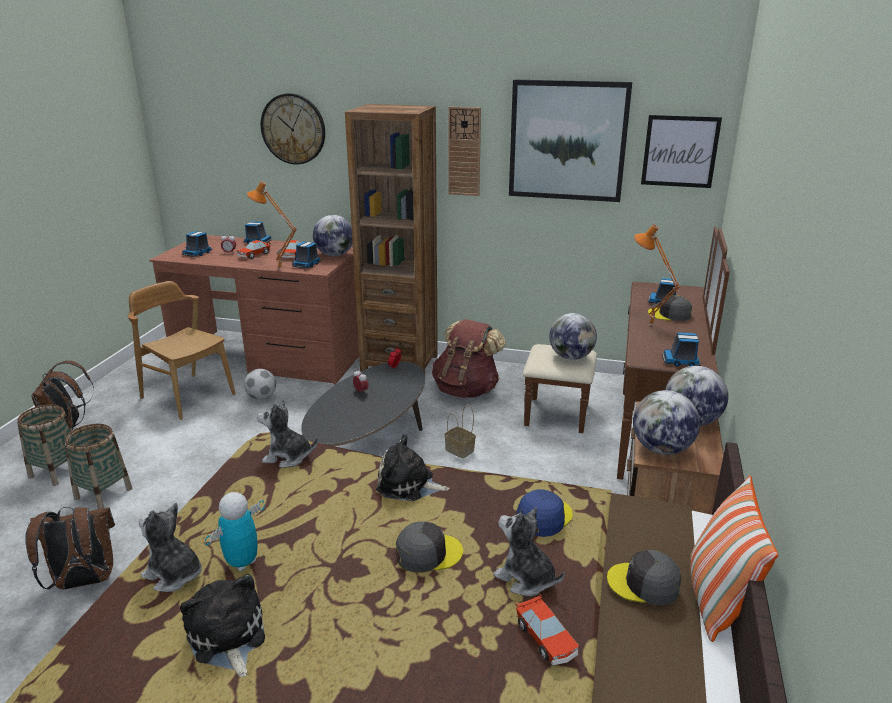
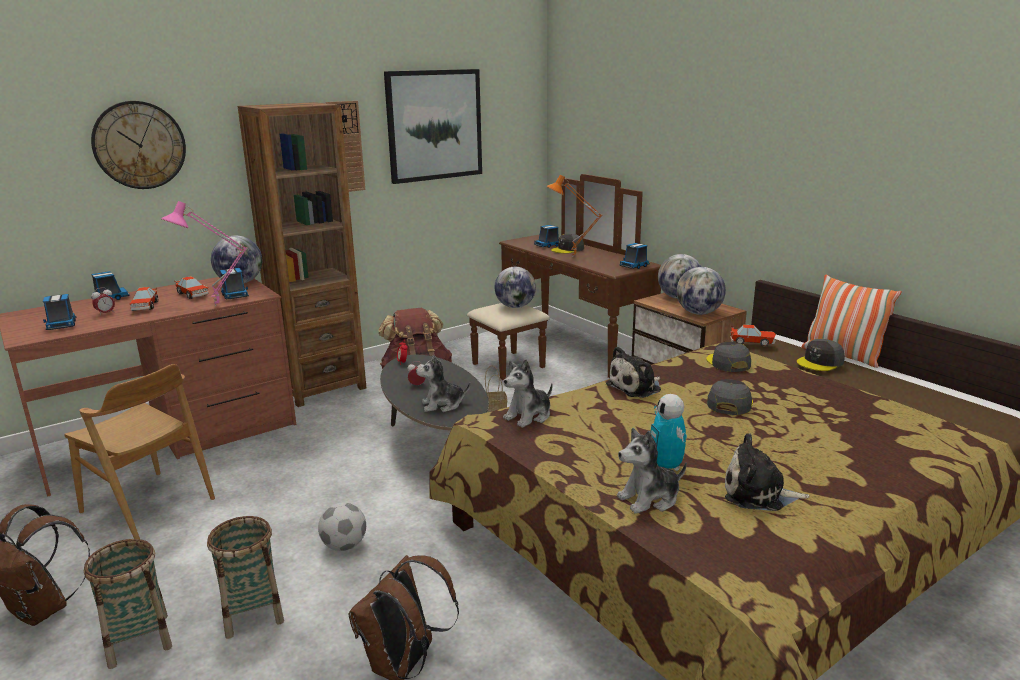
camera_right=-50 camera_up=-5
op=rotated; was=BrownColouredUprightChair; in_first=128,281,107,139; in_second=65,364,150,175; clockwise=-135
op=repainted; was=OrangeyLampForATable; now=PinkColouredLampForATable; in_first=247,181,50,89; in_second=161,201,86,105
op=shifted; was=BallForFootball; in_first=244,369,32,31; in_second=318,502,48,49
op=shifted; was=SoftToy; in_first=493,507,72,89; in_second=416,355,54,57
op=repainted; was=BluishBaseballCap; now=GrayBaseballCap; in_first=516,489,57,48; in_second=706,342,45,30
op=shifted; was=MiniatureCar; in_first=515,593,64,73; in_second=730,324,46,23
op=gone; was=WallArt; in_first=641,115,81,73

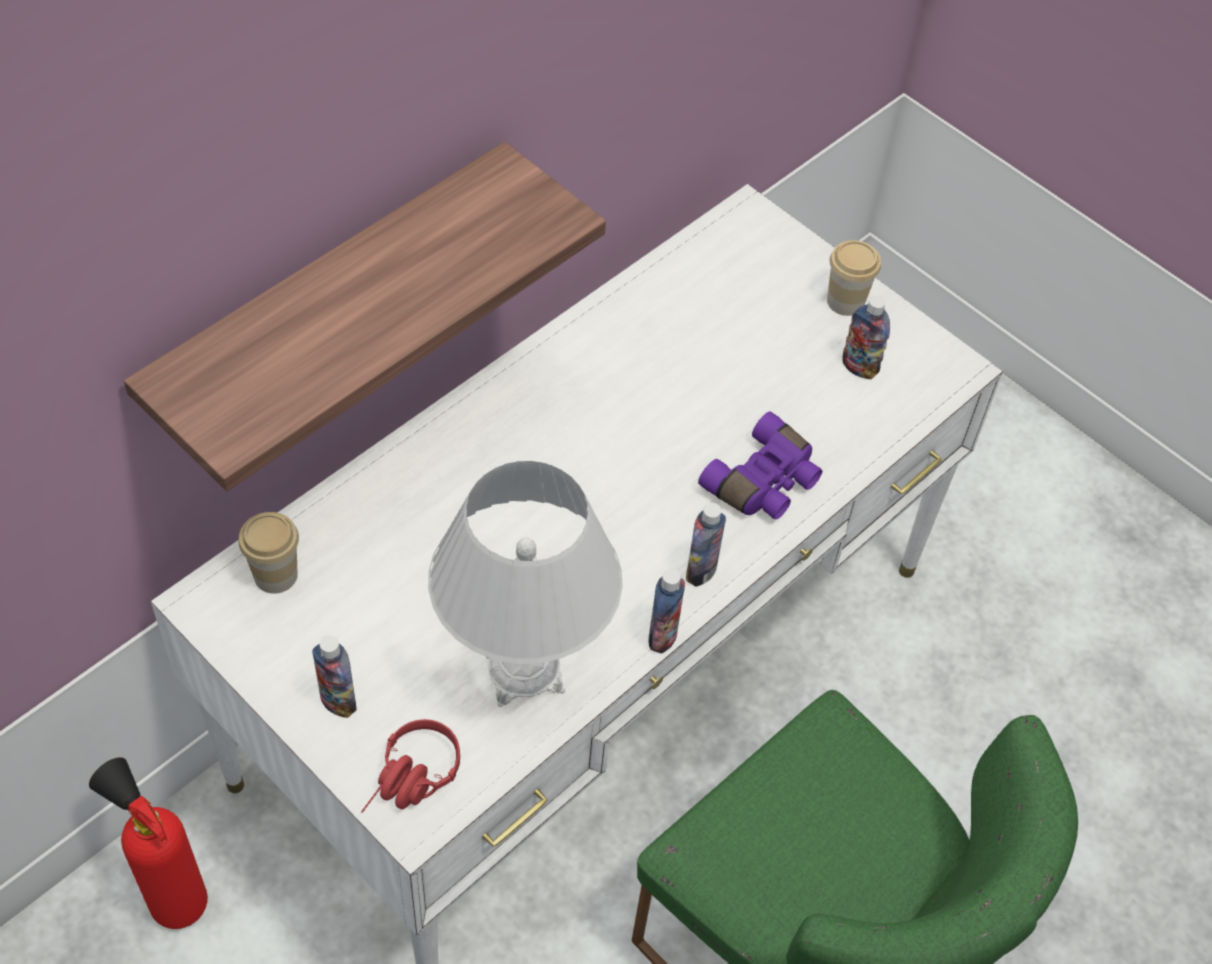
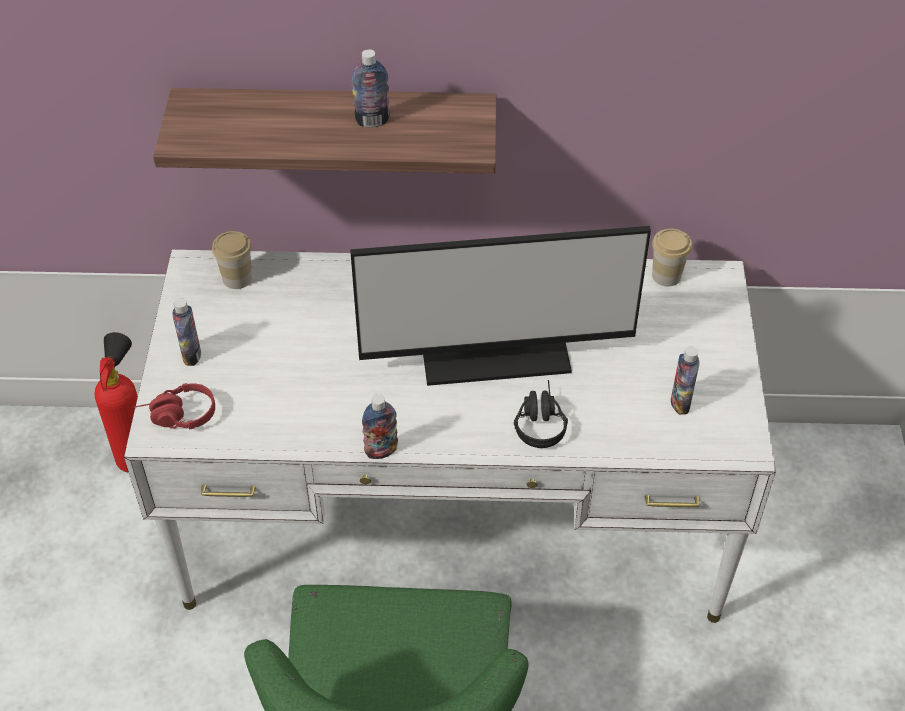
camera_right=50 camera_up=-5
op=new; now=ComputerScreen; in_second=350,226,301,160
op=shifted; was=BeverageBottle; in_first=686,503,40,84; in_second=352,49,38,78
op=swapped; was=PurplePairOfBinoculars; now=BlackishHeadphones; in_first=698,411,124,109; in_second=514,380,54,68
op=shifted; was=SmallCup; in_first=827,240,54,76; in_second=652,228,40,59
op=gone; was=WhiteColouredLampForATable; in_first=428,461,195,246

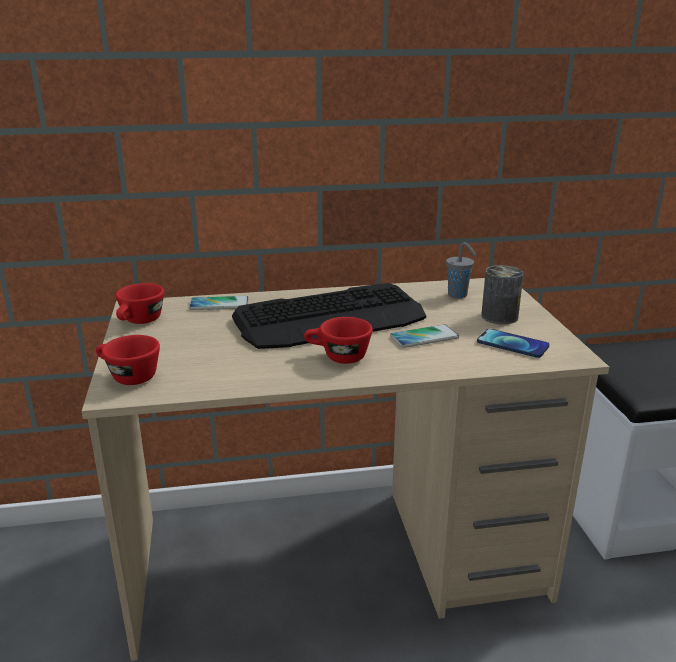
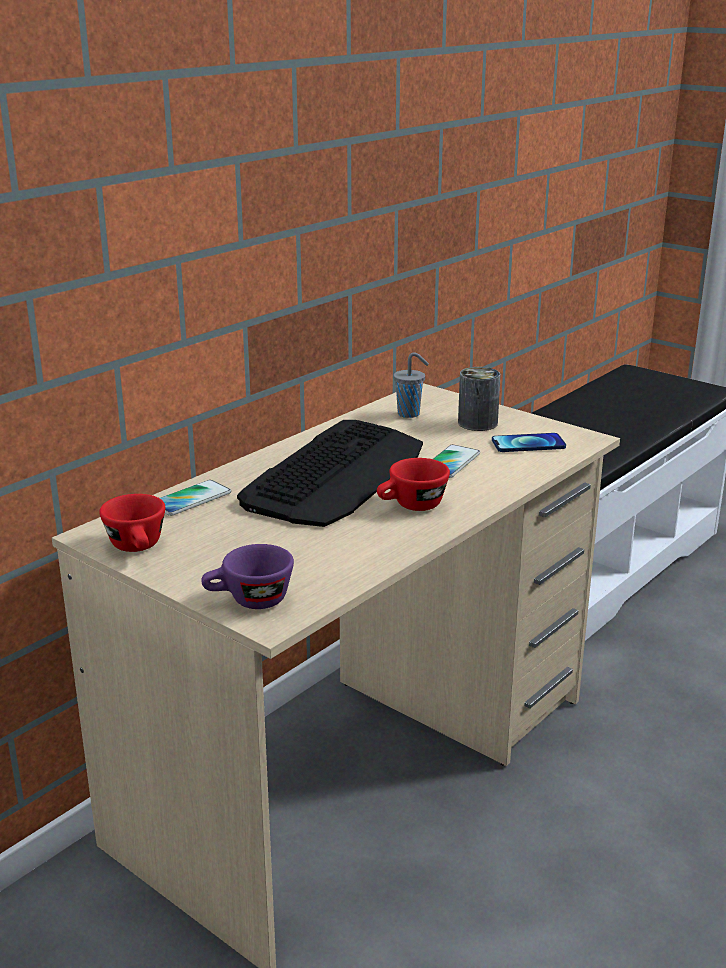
camera_right=-40 camera_up=0
op=repainted; was=RedSmallCup; now=PurpleSmallCup; in_first=96,335,64,50; in_second=201,544,93,65

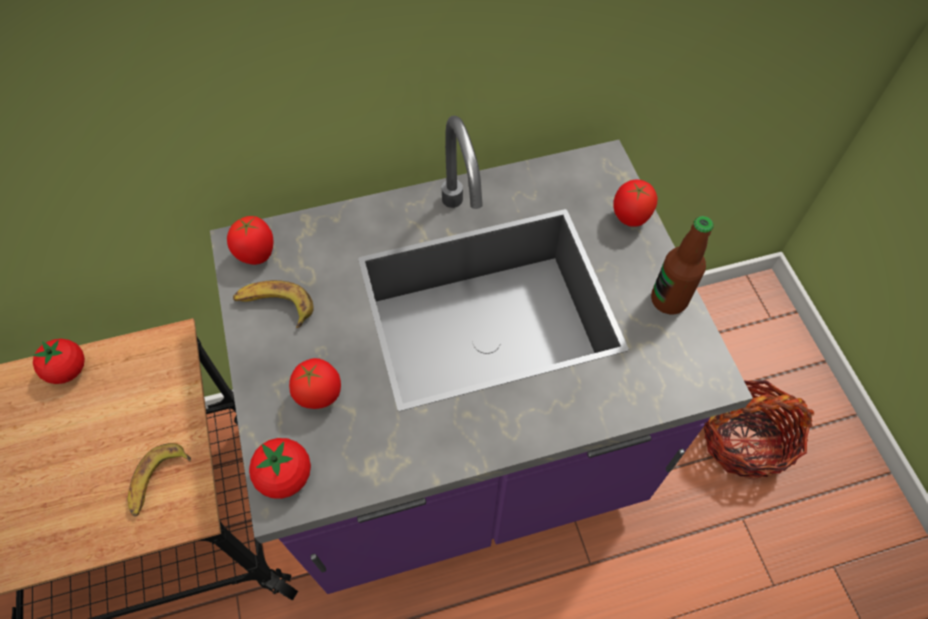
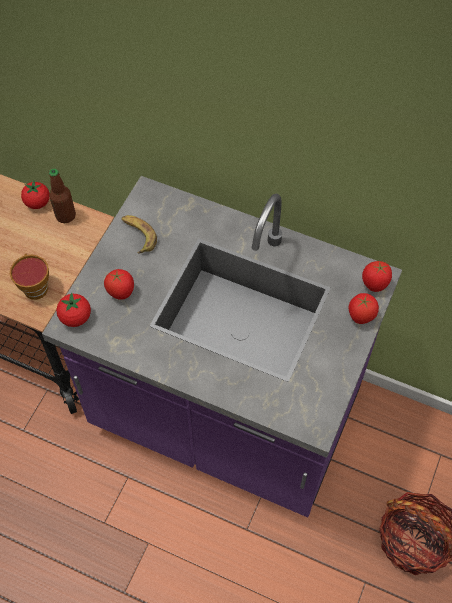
camera_right=40 camera_up=0
op=swapped; was=Banana; now=SmallCup; in_first=128,443,63,73; in_second=10,254,39,46
op=shifted; was=BeverageBottle; in_first=651,216,63,99; in_second=49,168,27,55
op=shifted; was=WholeTomato; in_first=227,216,46,49; in_second=362,261,30,31

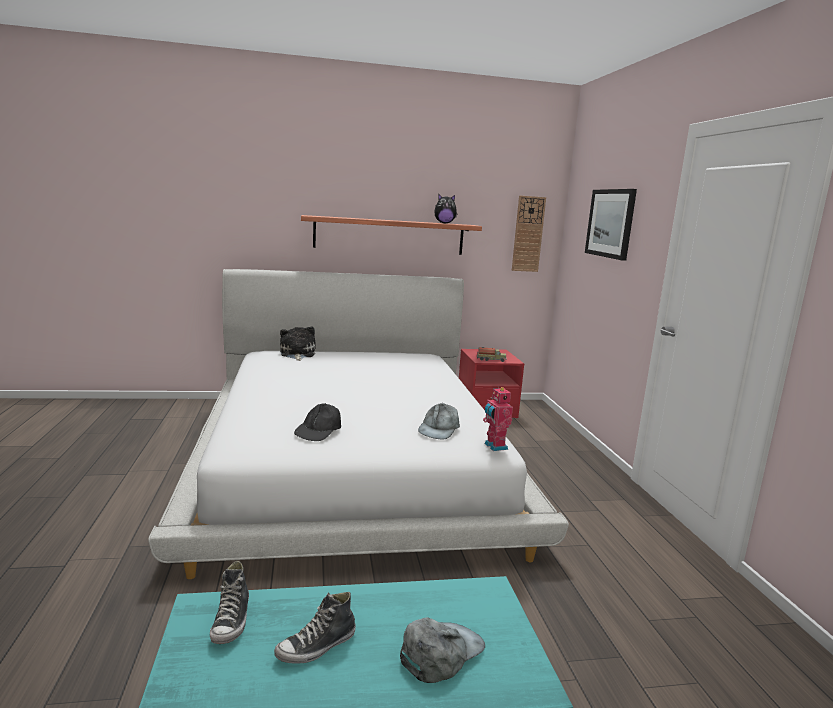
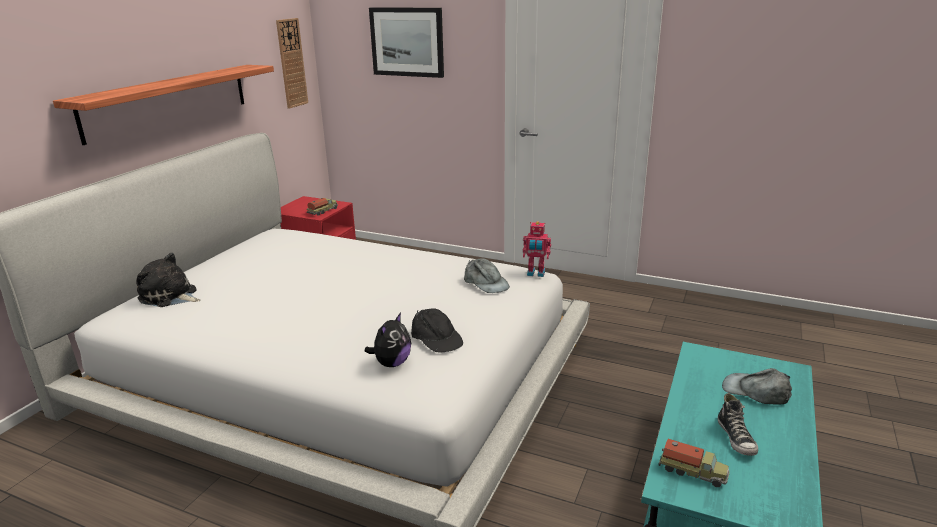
camera_right=-55 camera_up=10
op=shifted; was=SoftToy; in_first=434,194,24,29; in_second=365,313,46,54
op=swapped; was=Shoe; now=ToyLorry; in_first=210,561,39,83; in_second=658,439,72,48
op=rotated; was=GrayBaseballCap; in_first=400,617,85,66; in_second=722,368,70,37; clockwise=-45

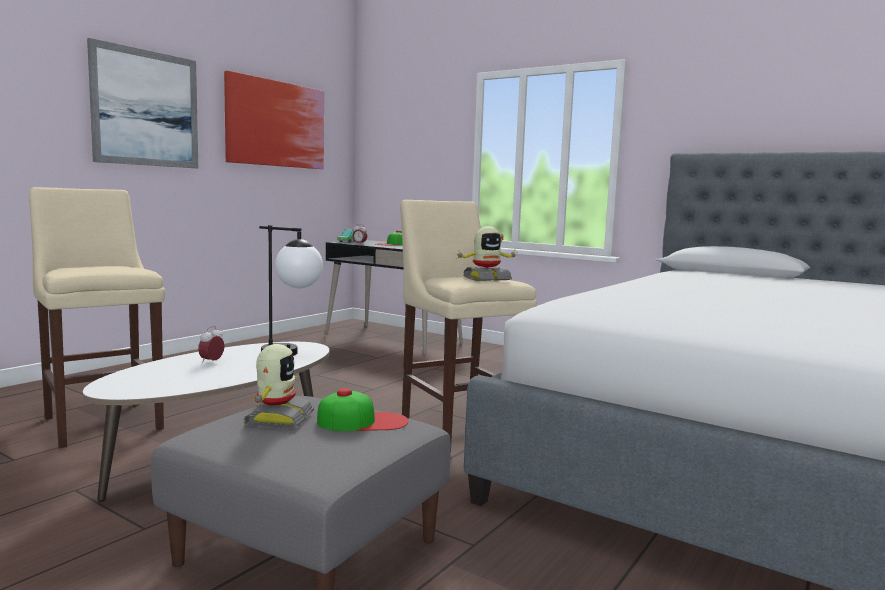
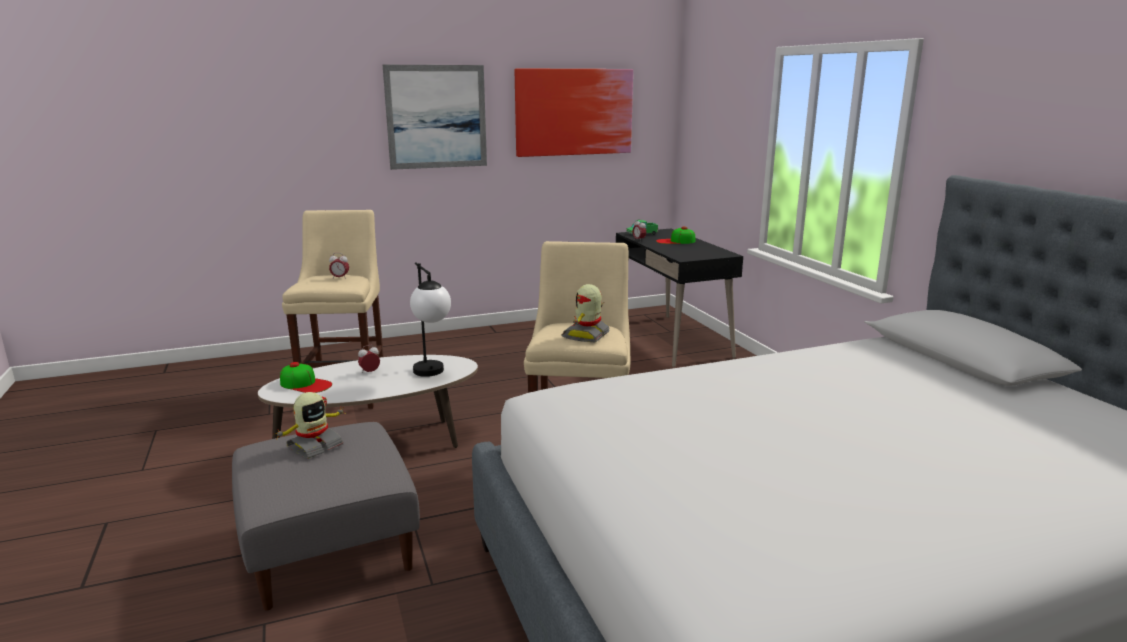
camera_right=35 camera_up=10
op=shifted; was=BaseballCap; in_first=317,388,91,43; in_second=280,362,52,31
op=new; now=BedsideClock; in_second=329,253,20,26
op=rotated; was=RobotFigure; in_first=457,226,61,55; in_second=561,284,49,58; clockwise=105

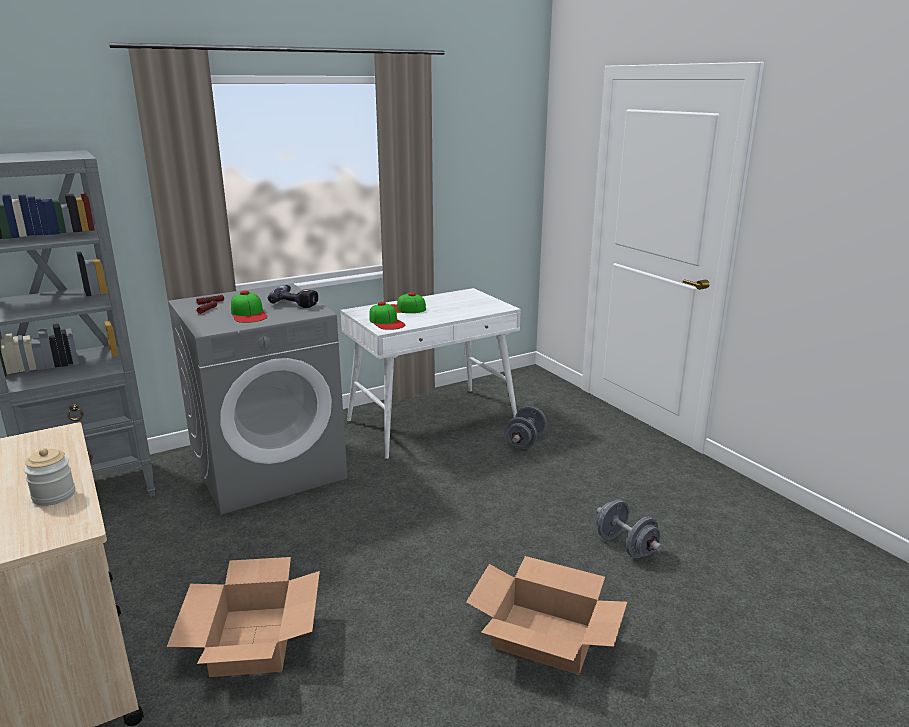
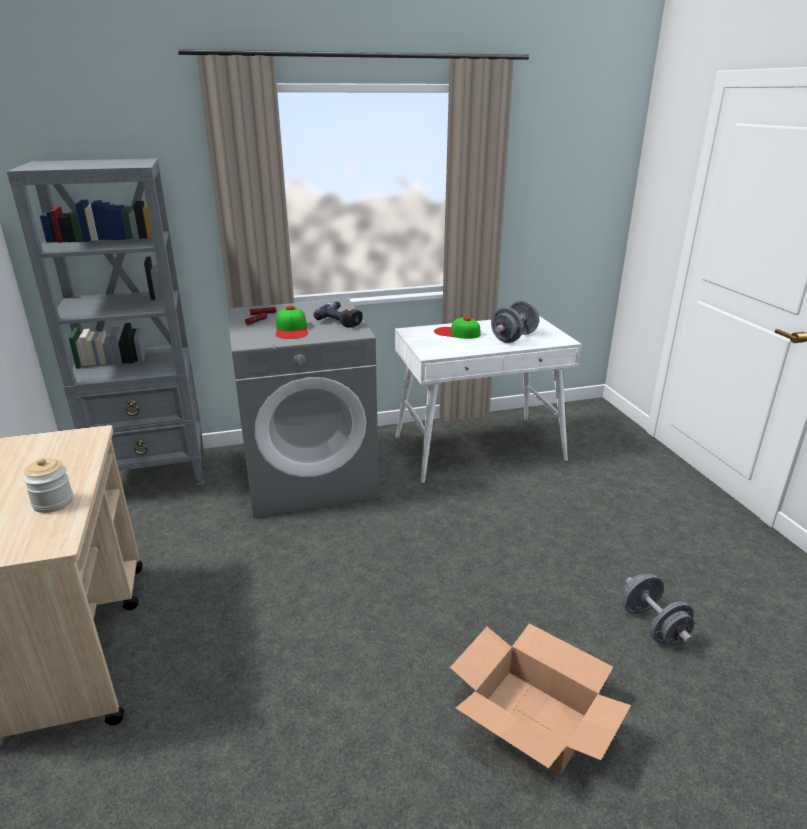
camera_right=15 camera_up=5
op=shifted; was=GrayDumbbell; in_first=505,406,42,43; in_second=491,300,48,43
op=gone; was=PackingBox; in_first=167,557,153,120
op=gone; was=BaseballCap; in_first=369,302,36,28

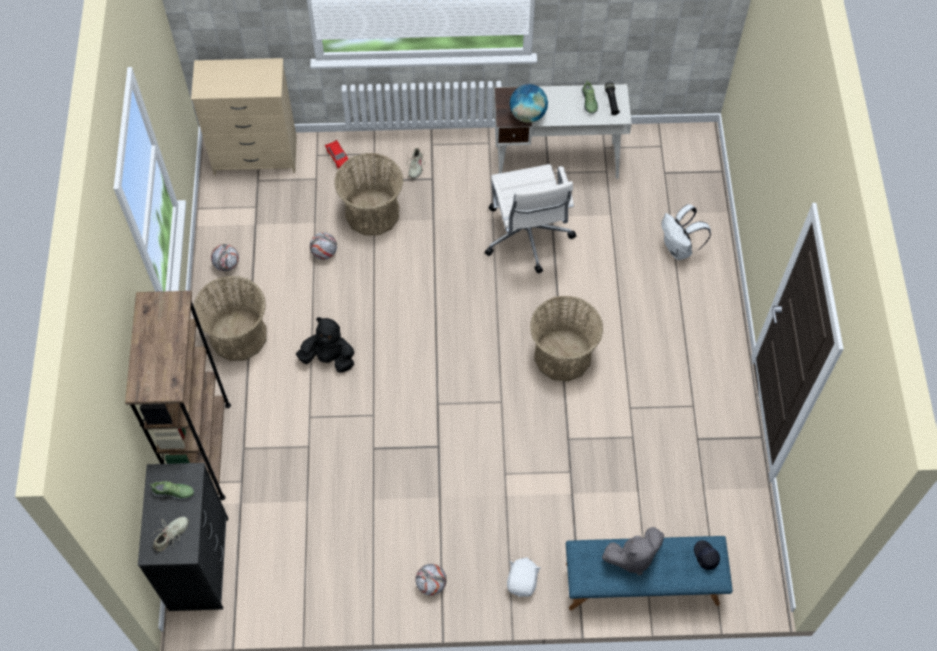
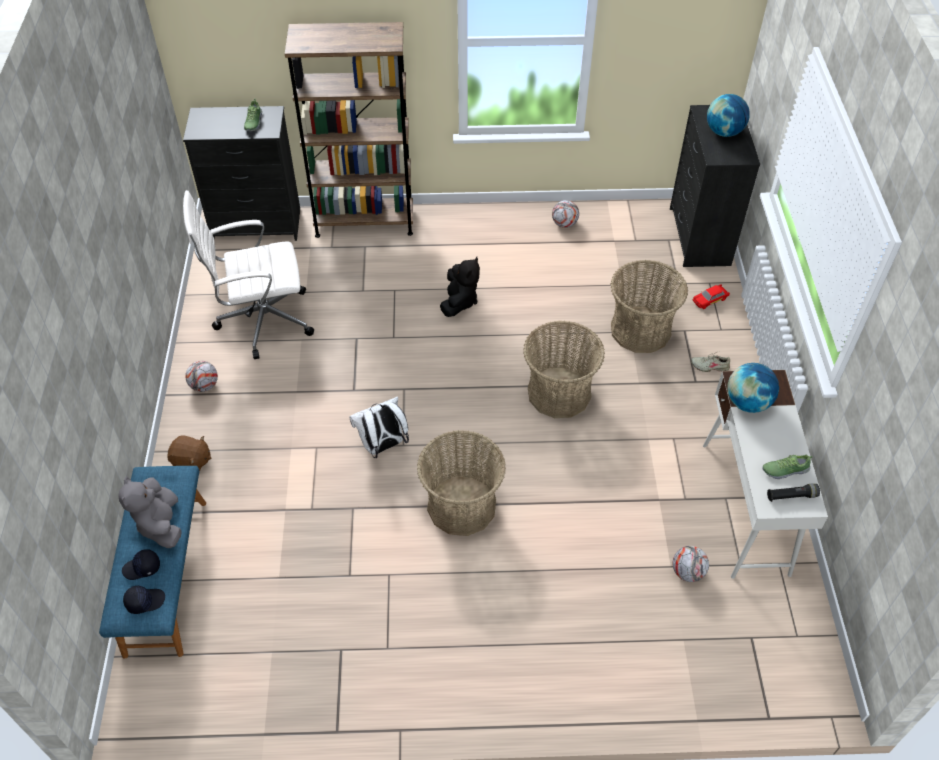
camera_right=90 camera_up=-10
op=new; now=BlackishBaseballCap; in_second=122,549,38,31
op=repainted; was=WhiteColouredSoftToy; now=BrownColouredSoftToy; in_first=507,557,34,40; in_second=167,435,44,37
op=shifted; was=WhiteColouredOfficeChair; in_first=485,164,91,110; in_second=183,190,131,169
op=shifted; was=WhiteColouredKnapsack; in_first=661,204,50,56; in_second=350,396,59,62
op=shifted; was=Basket; in_first=194,276,73,85; in_second=523,321,82,97
op=repainted; was=BeigeChestOfDrawers; now=BlackishChestOfDrawers; in_first=191,58,106,117; in_second=670,105,90,162
op=shifted; was=BallForFootball; in_first=310,232,27,28; in_second=673,546,36,36
op=new; now=DeskGlobe; in_second=707,94,43,43
op=gone; was=BeigeShoe; in_first=151,516,38,36

